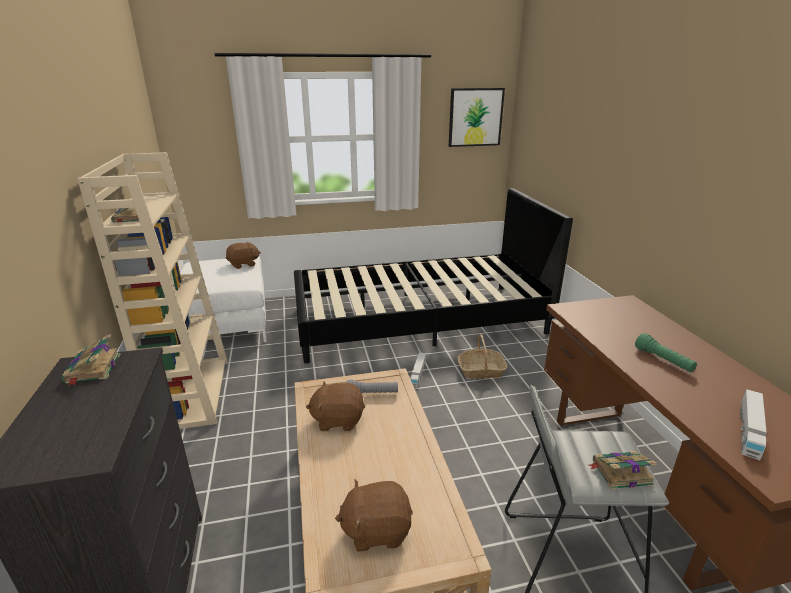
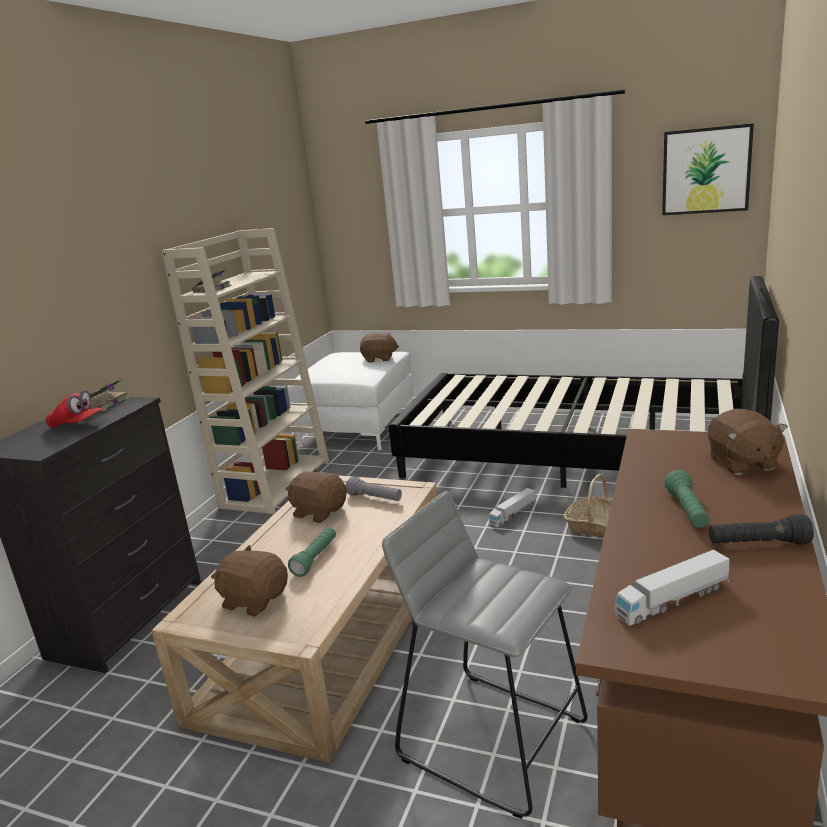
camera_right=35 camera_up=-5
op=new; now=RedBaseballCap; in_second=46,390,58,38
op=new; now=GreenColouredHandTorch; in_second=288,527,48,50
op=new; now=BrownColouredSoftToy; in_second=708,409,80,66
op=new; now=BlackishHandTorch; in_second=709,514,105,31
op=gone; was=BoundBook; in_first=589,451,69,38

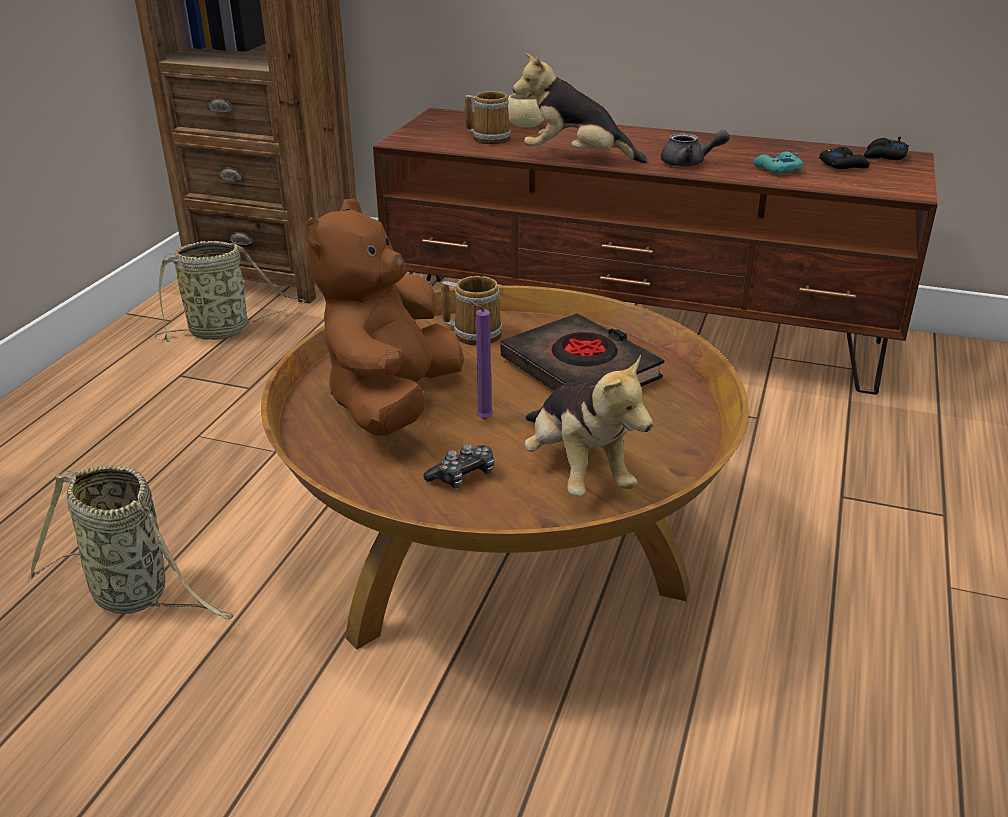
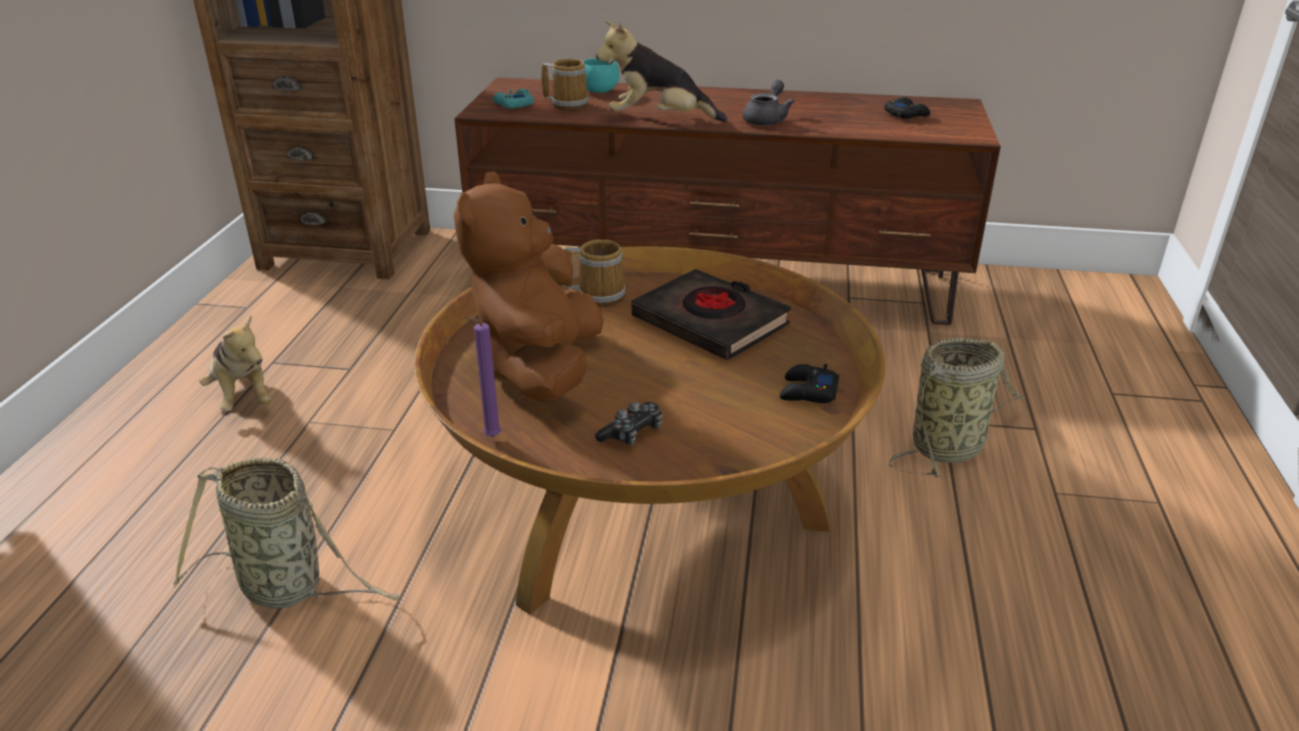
camera_right=-10 camera_up=0
op=shifted; was=SoftToy; in_first=524,354,129,142; in_second=200,315,71,96
op=shifted; was=PurpleWaxCandle; in_first=468,301,25,118; in_second=465,316,36,121
op=shifted; was=TurquoiseColouredGamepad; in_first=754,152,49,22; in_second=493,89,41,20
op=repainted; was=BeigeServingBowl; now=TurquoiseColouredServingBowl; in_first=508,94,36,34; in_second=583,58,36,35
op=rotated; was=GrayTeaPot; in_first=661,130,69,37; in_second=743,80,52,46; clockwise=-60
op=shifted; was=BlackishGamepad; in_first=864,137,45,23; in_second=780,364,59,39
op=shifted; was=Basket; in_first=155,241,150,101; in_second=889,338,137,139

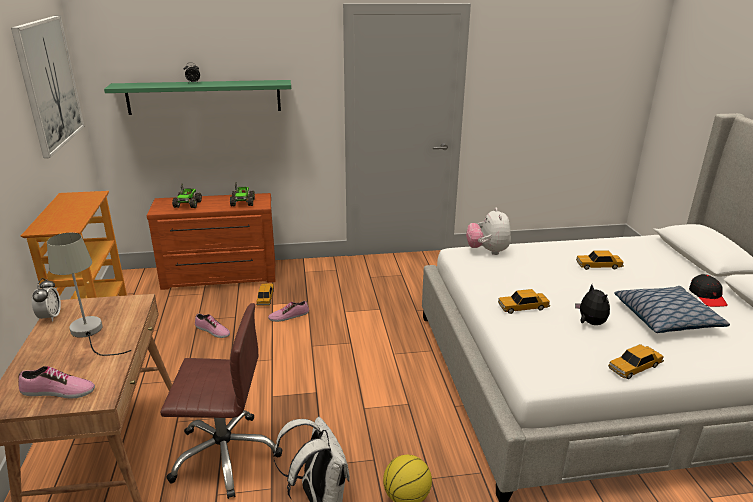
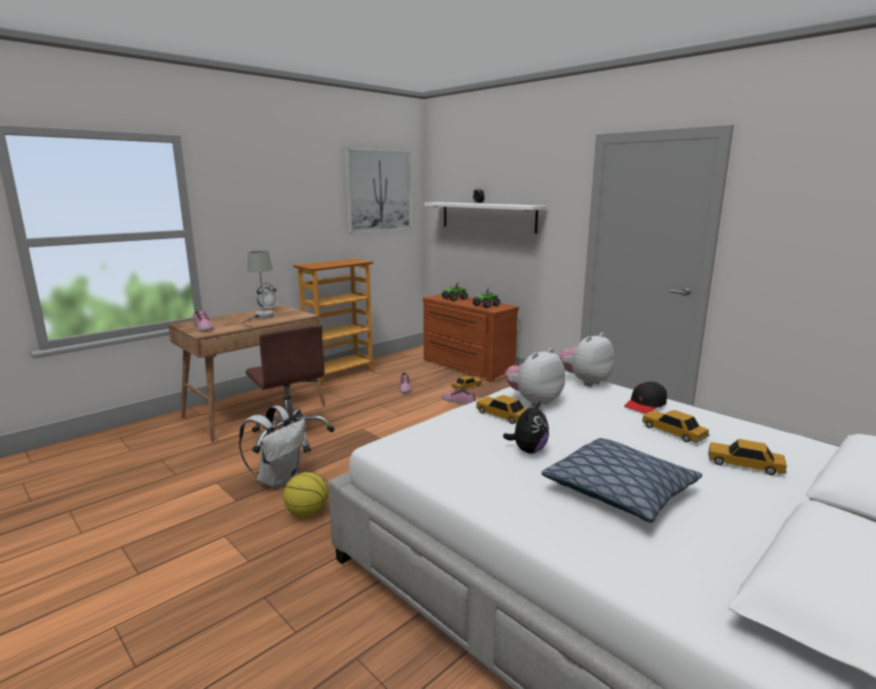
camera_right=55 camera_up=-10
op=repainted; was=GreenColouredBracketShelf; now=WhiteColouredBracketShelf; in_first=104,80,187,35; in_second=424,202,123,31
op=new; now=SoftToy; in_second=505,348,60,59
op=shifted; was=BlackishBaseballCap; in_first=689,274,39,33; in_second=624,381,43,33
op=shifted; was=MiniatureCar; in_first=608,344,56,35; in_second=708,439,79,36

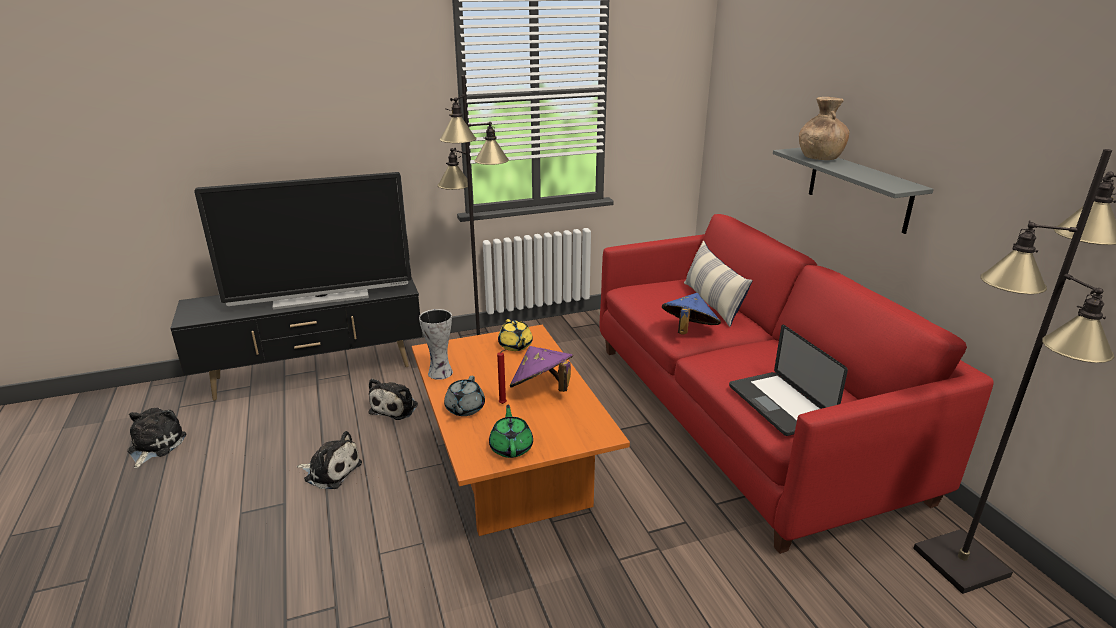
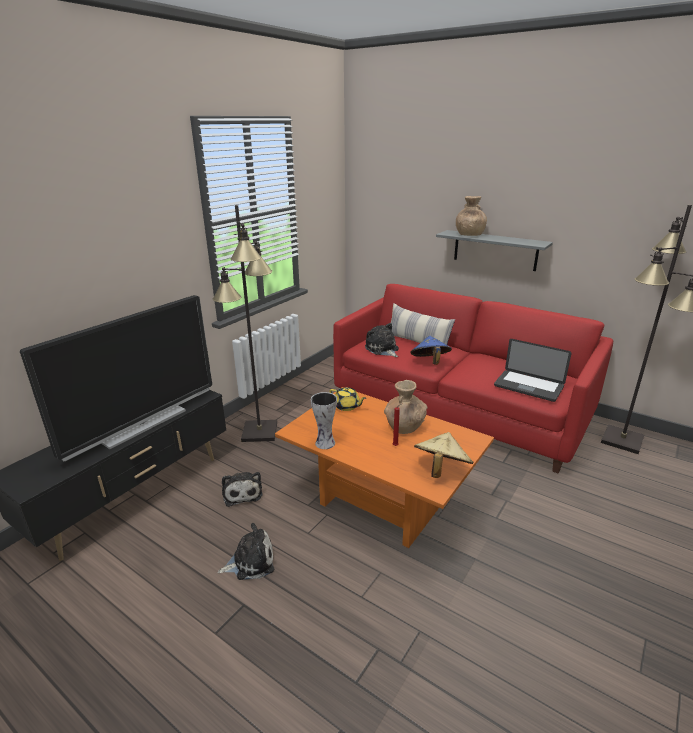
camera_right=-35 camera_up=0
op=shifted; was=SoftToy; in_first=127,408,60,61; in_second=365,323,34,34
op=swapped; was=PurpleClothingHat; now=BrownColouredVase; in_first=510,346,63,46; in_second=384,380,43,54
op=swapped; was=GreenColouredTeaPot; now=BeigeClothingHat; in_first=489,405,44,53; in_second=414,432,59,46
op=gone; was=GrayTeaPot; in_first=444,376,41,40

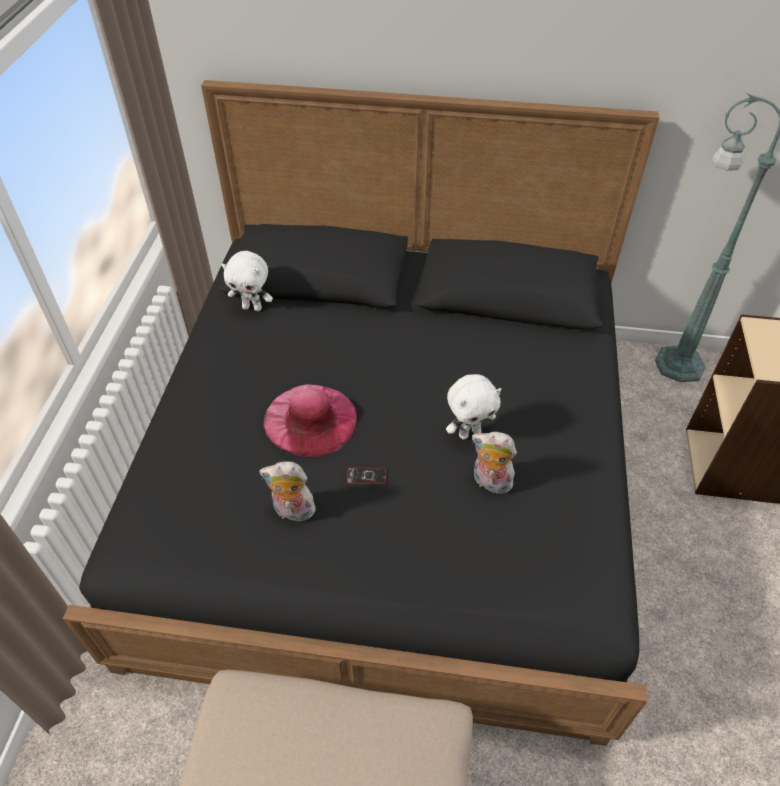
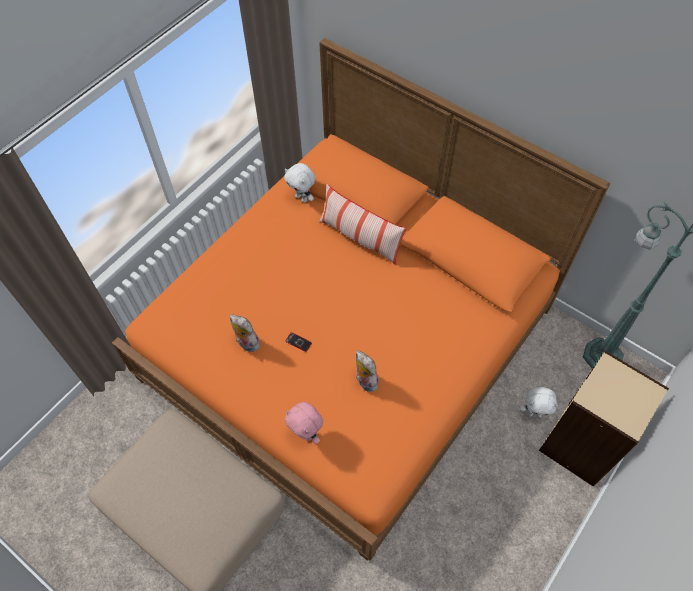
camera_right=30 camera_up=10
op=repainted; was=BlackishSleepingBed; now=OrangeySleepingBed; in_first=63,80,596,666; in_second=112,38,498,523
op=new; now=PinkColouredSoftToy; in_second=285,402,38,42
op=new; now=Cushion; in_second=319,184,88,81
op=shifted; was=WhiteColouredSoftToy; in_first=446,374,55,66; in_second=520,387,38,30
op=gone; was=PinkColouredClothingHat; in_first=263,384,94,74

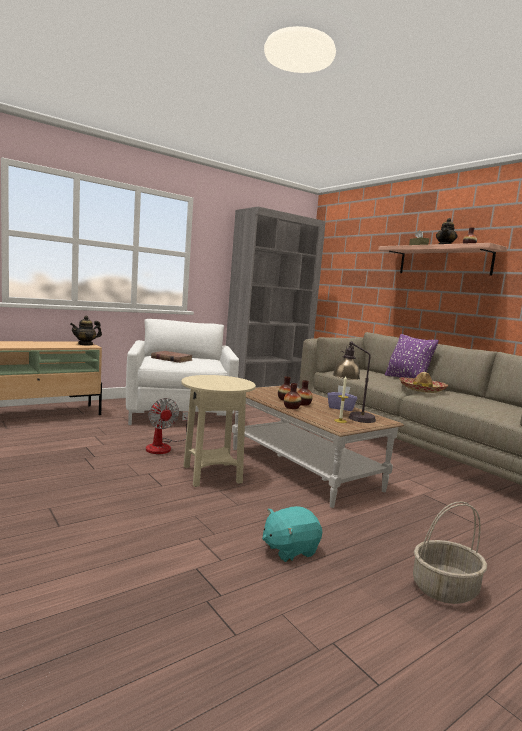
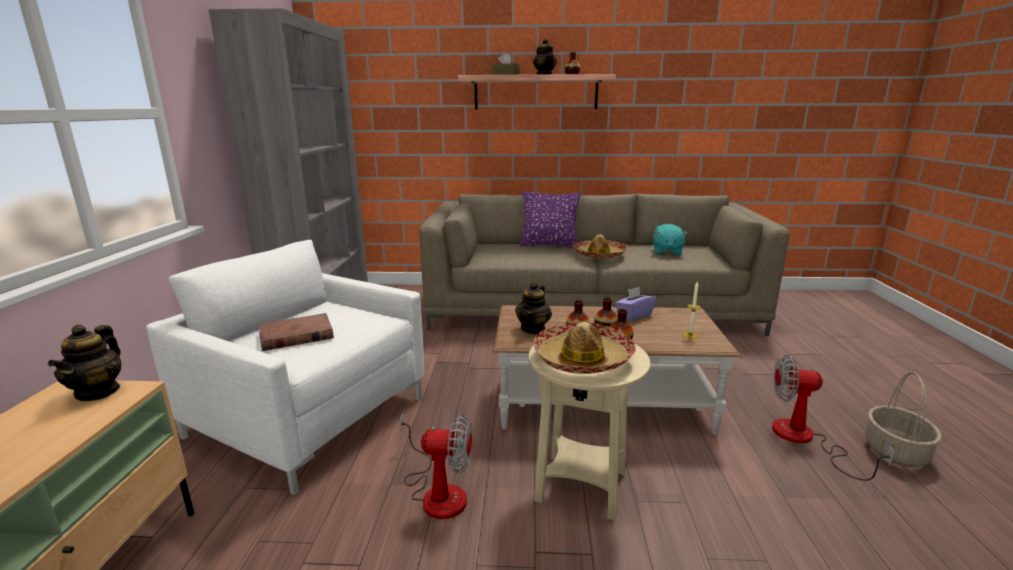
camera_right=-50 camera_up=10
op=new; now=TeaPot; in_second=515,282,37,52
op=new; now=ClothingHat; in_second=533,322,103,52
op=shifted; was=TurquoiseColouredSoftToy; in_first=262,506,60,56; in_second=653,224,35,32
op=new; now=Fan; in_second=772,355,123,126
op=gone; was=LampForATable; in_first=333,341,43,82

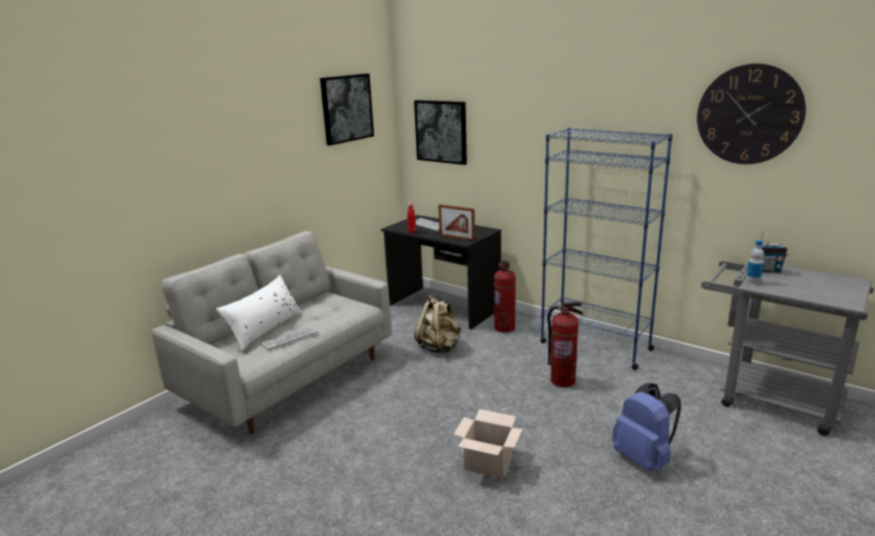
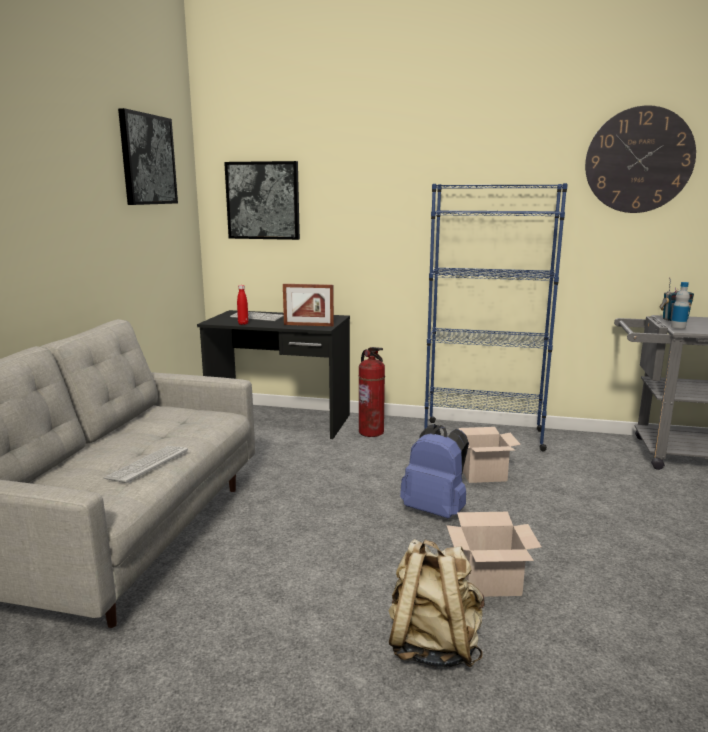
camera_right=-25 camera_up=-5
op=shifted; was=BeigeKnapsack; in_first=414,295,47,58; in_second=388,539,97,129
op=shifted; was=BluishKnapsack; in_first=612,383,69,88; in_second=400,424,69,94
op=swapped; was=FireExtinguisher; now=PackingBox; in_first=547,302,36,85; in_second=459,427,62,56
op=gone; was=WhiteColouredCushion; in_first=216,275,87,76

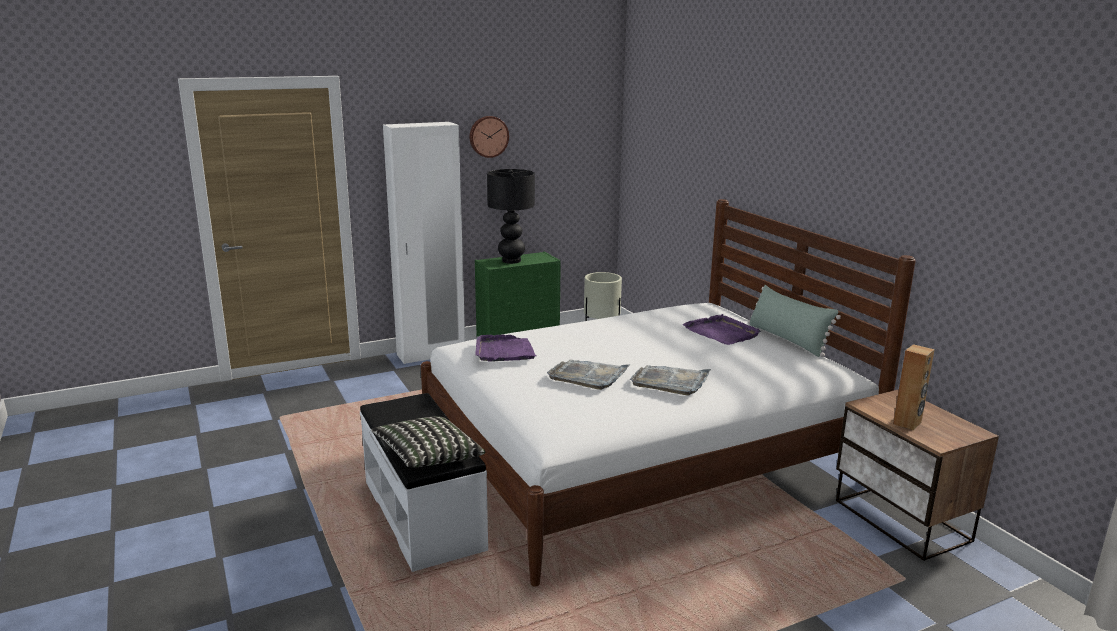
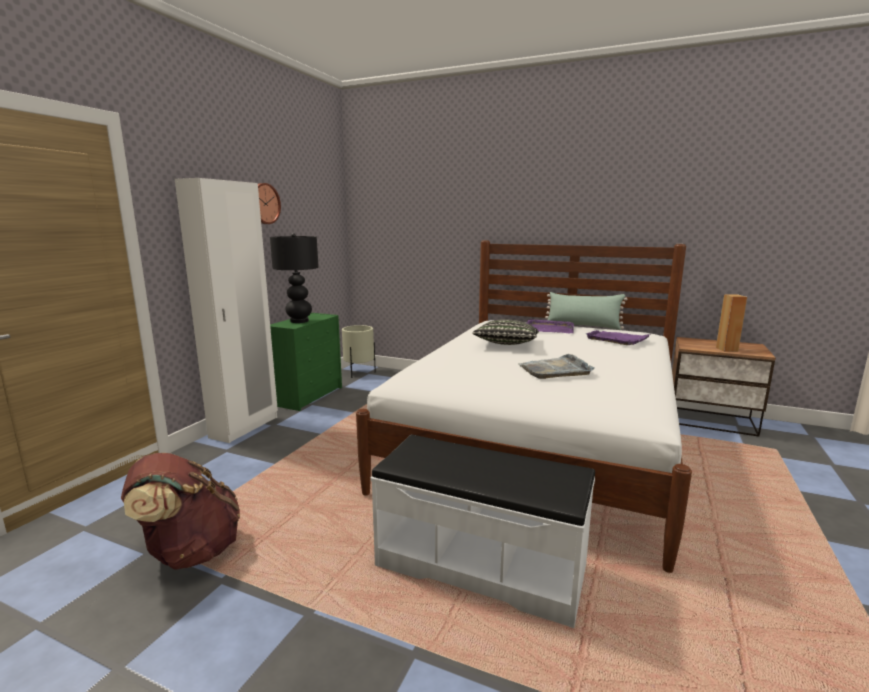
camera_right=-40 camera_up=-5
op=new; now=BrownColouredKnapsack; in_second=121,453,119,116
op=shifted; was=Cushion; in_first=371,416,114,51; in_second=472,319,67,26
op=shifted; was=PurpleCarryingTray; in_first=475,334,62,28; in_second=586,330,65,15
op=gone; was=GrayCarryingTray; in_first=630,365,81,30

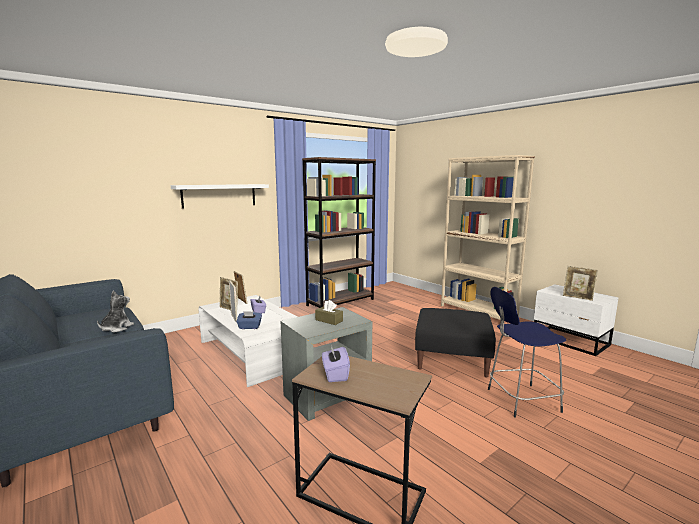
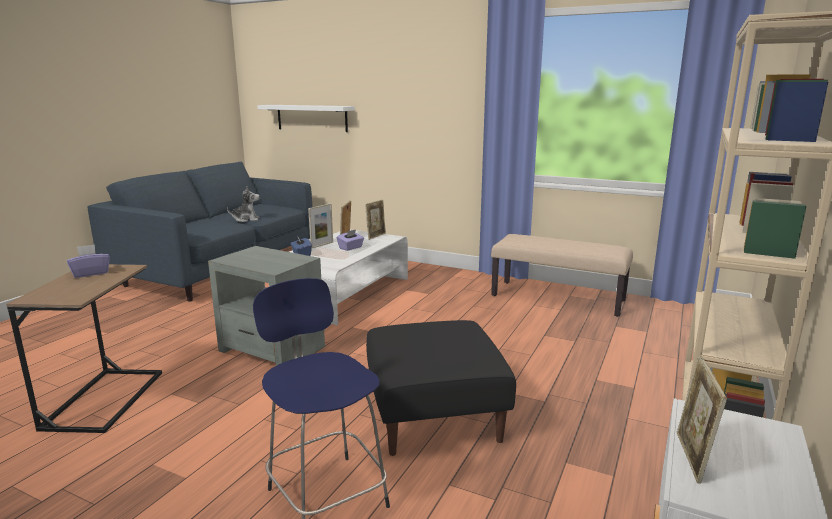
camera_right=65 camera_up=5
op=shifted; was=WhiteColouredBracketShelf; in_first=171,184,98,25; in_second=257,105,98,27
op=swapped; was=BrownColouredBookcase; now=BeigeLongSeat; in_first=302,157,74,151; in_second=491,234,142,83
op=gone; was=BrownColouredBoxOfTissues; in_first=315,300,28,25

